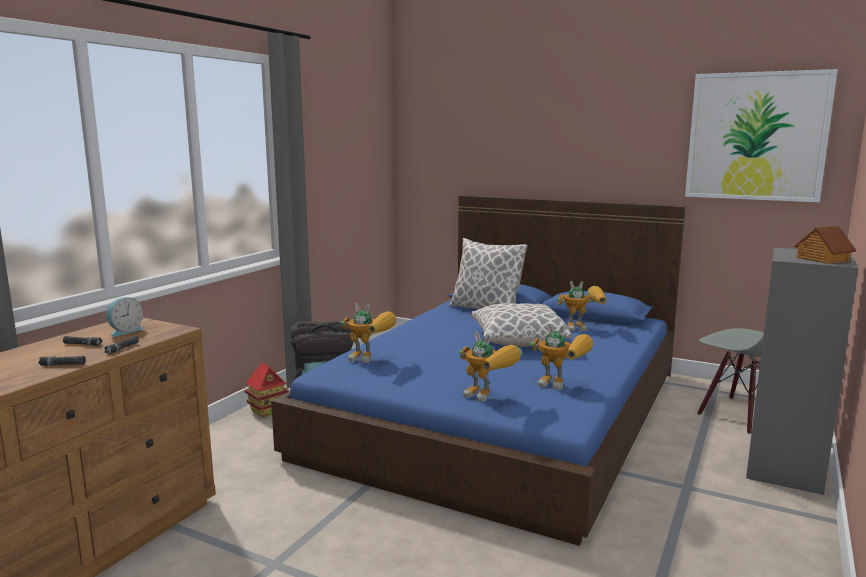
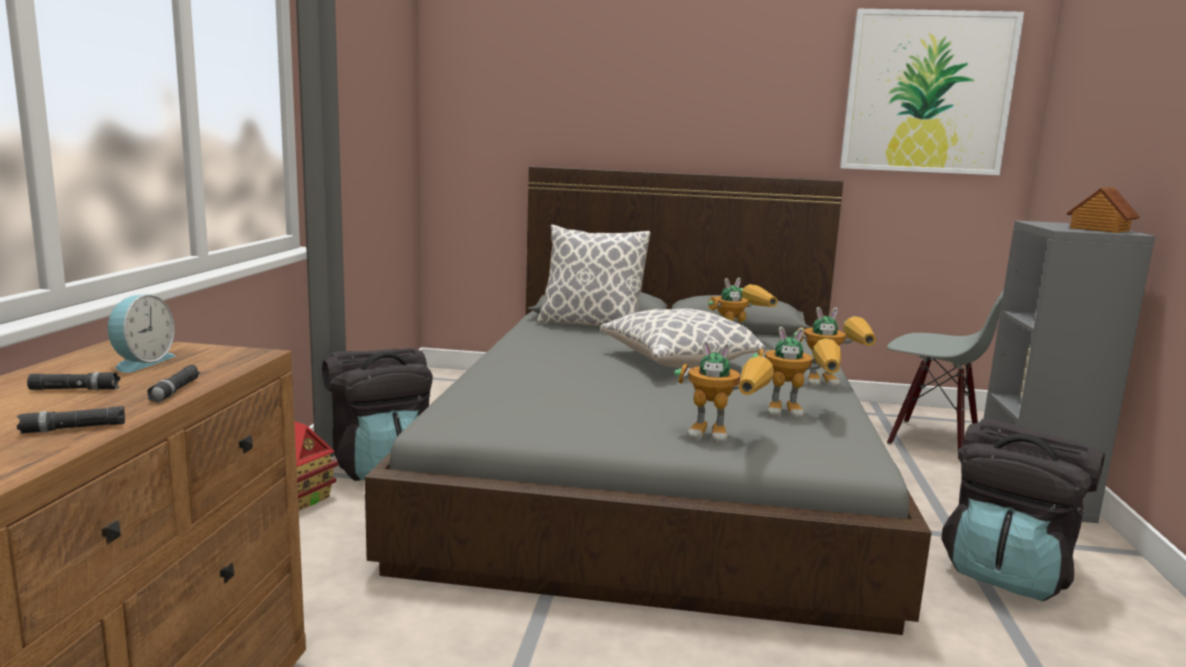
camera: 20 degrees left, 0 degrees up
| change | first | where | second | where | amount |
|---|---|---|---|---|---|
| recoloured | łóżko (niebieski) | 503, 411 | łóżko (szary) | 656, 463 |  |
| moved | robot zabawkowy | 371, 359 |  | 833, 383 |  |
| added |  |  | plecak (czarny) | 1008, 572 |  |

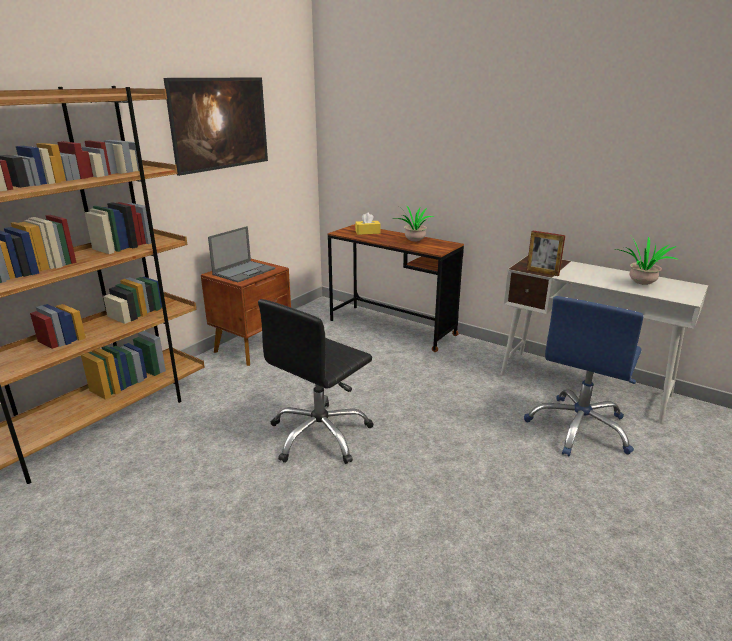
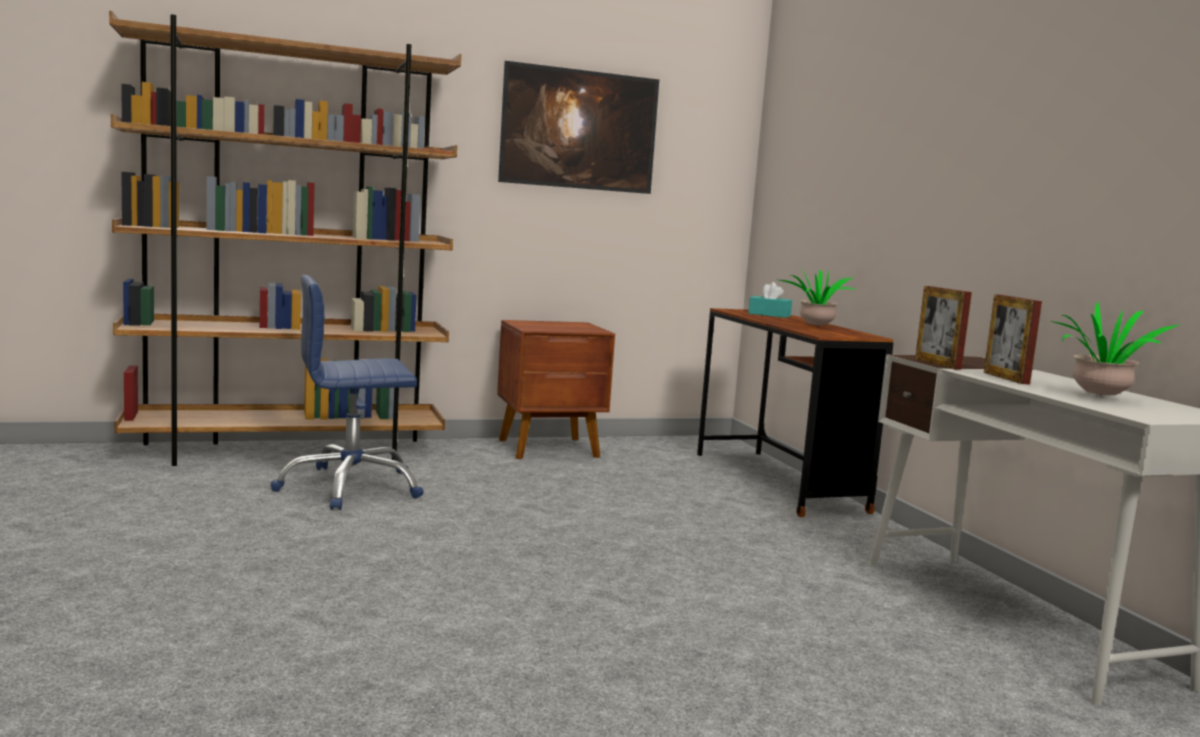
camera: 35 degrees right, 15 degrees down
| change | first | where | second | where | amount |
|---|---|---|---|---|---|
| recoloured | pudełko chusteczek (żółty) | 367, 232 | pudełko chusteczek (turkusowy) | 769, 315 |  |
| removed | laptop | 244, 271 |  |  |  |
| moved | krzesło biurowe (niebieski) | 579, 428 |  | 350, 487 |  |
| removed | krzesło biurowe (czarny) | 320, 435 |  |  |  |
| added |  |  | ramka na zdjęcie | 1006, 378 |  |

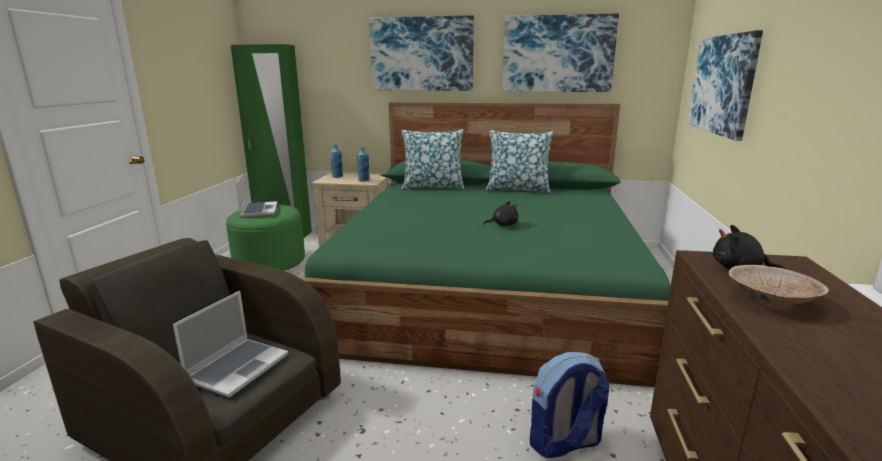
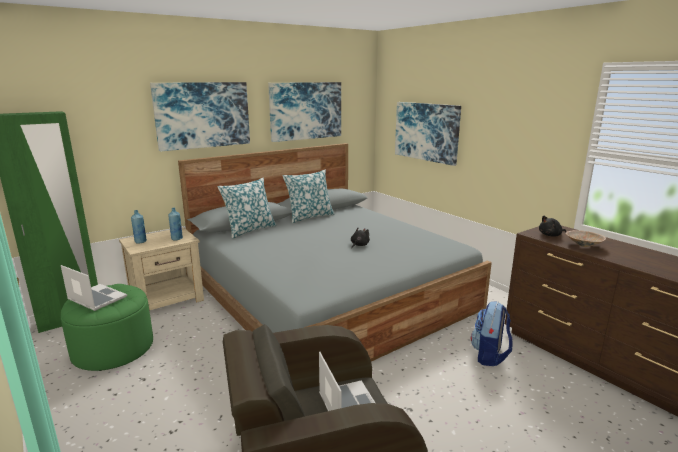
camera: 45 degrees left, 0 degrees up
| change | first | where | second | where | amount |
|---|---|---|---|---|---|
| recoloured | łóżko (zielony) | 488, 288 | łóżko (szary) | 329, 295 |  |

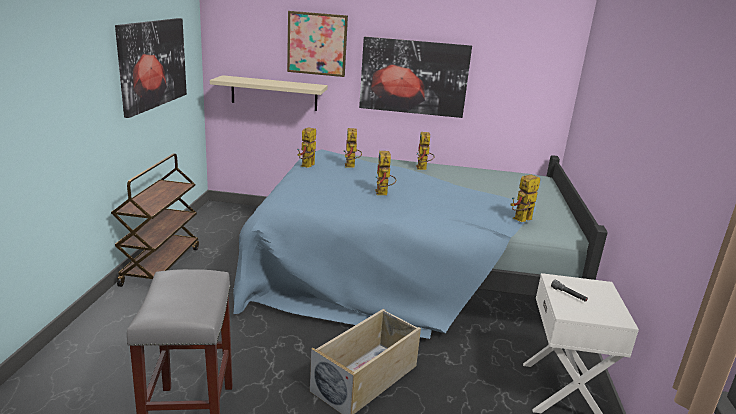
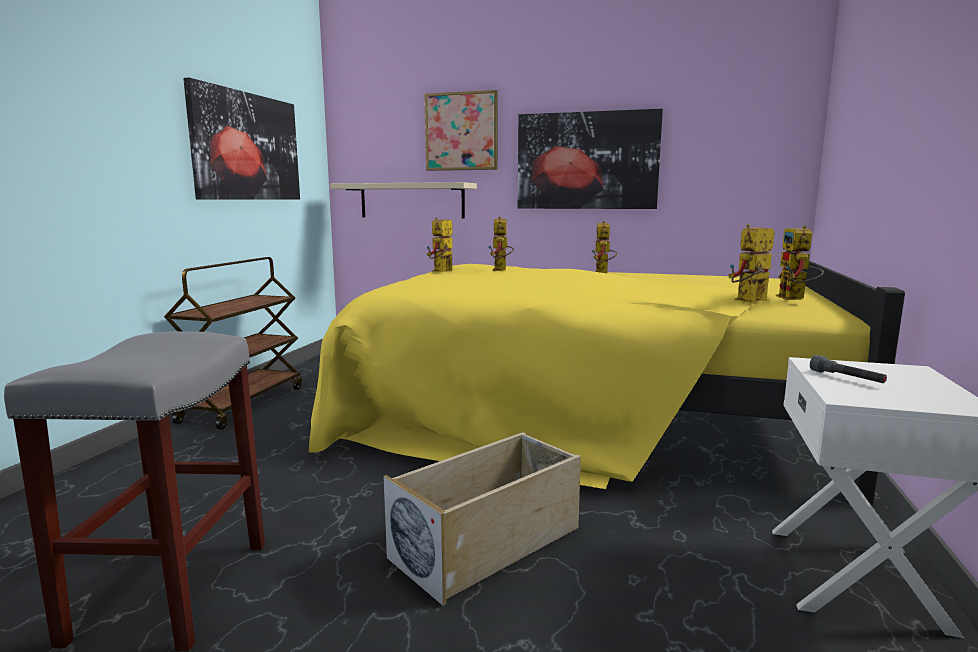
camera: 10 degrees right, 10 degrees down
| change | first | where | second | where | amount |
|---|---|---|---|---|---|
| recoloured | łóżko (niebieski) | 409, 270 | łóżko (żółty) | 586, 411 |  |
| moved | robot zabawkowy | 383, 194 |  | 795, 299 |  |

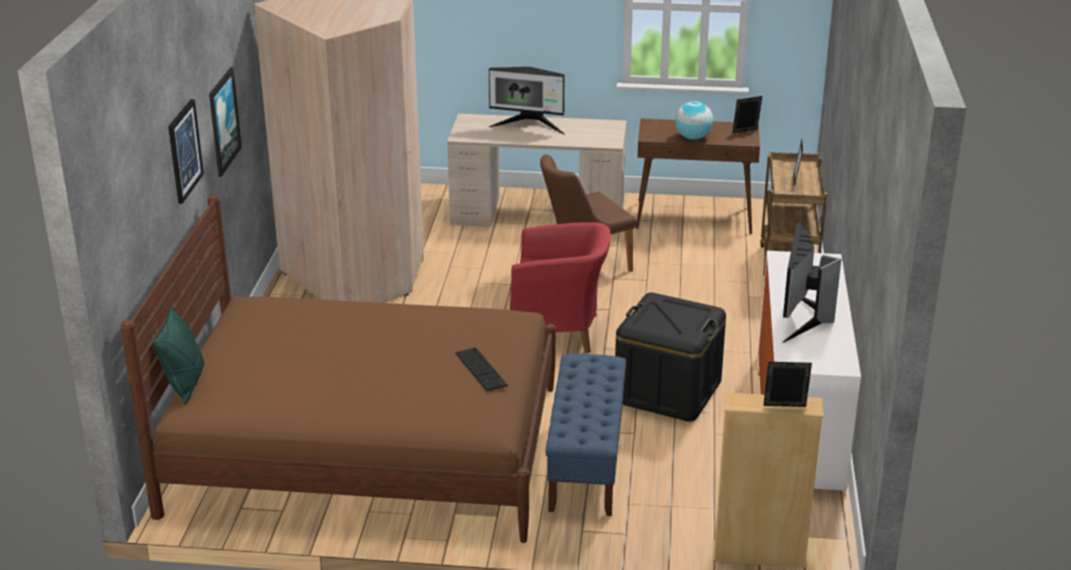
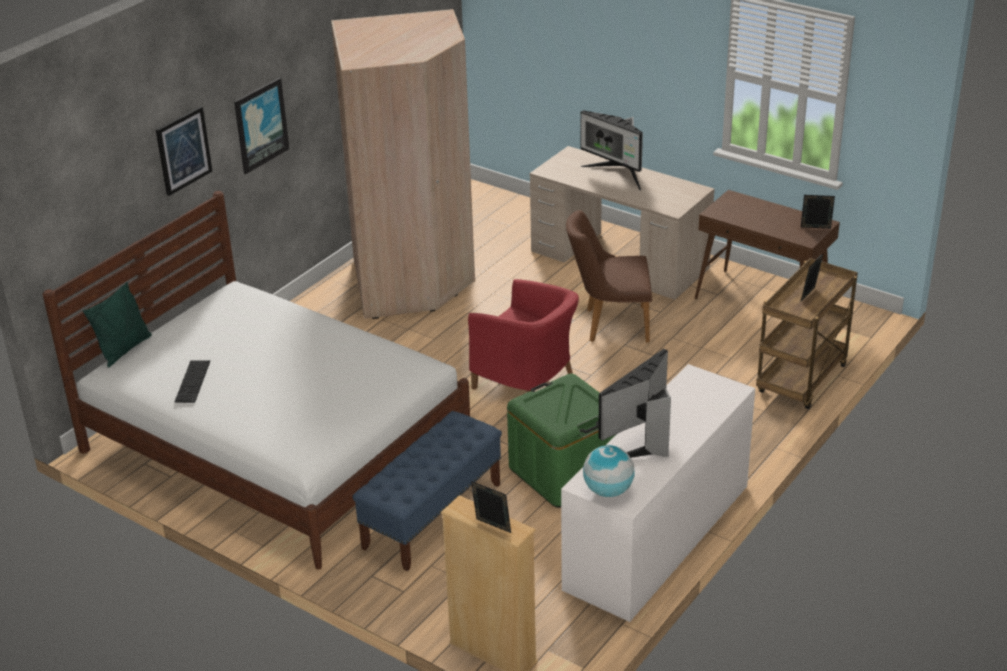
camera: 30 degrees right, 5 degrees up
| change | first | where | second | where | amount |
|---|---|---|---|---|---|
| moved | globus | 693, 138 |  | 608, 491 |  |
| recoloured | łóżko (brązowy) | 367, 449 | łóżko (biały) | 276, 444 |  |
| recoloured | pojemnik do przechowywania (czarny) | 667, 392 | pojemnik do przechowywania (zielony) | 565, 472 |  |
| moved | klawiatura | 481, 369 |  | 192, 381 |  |

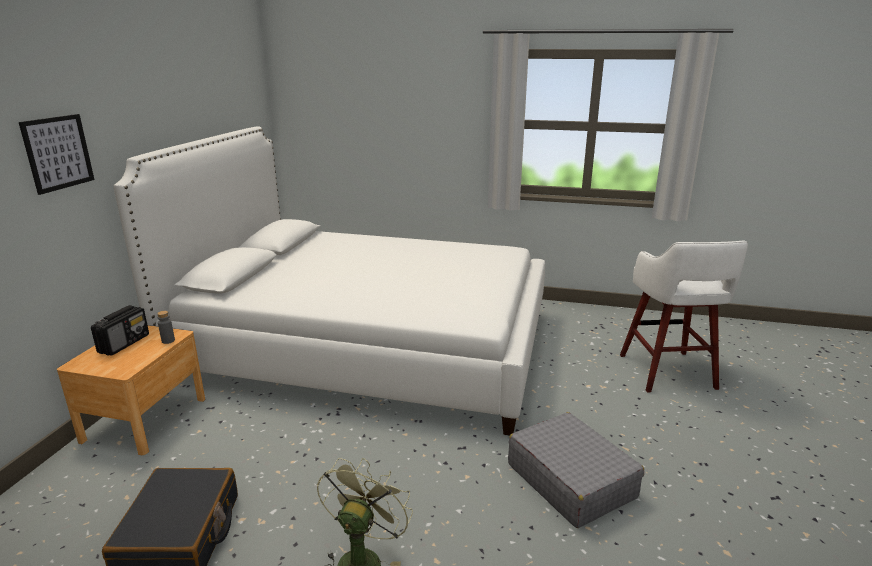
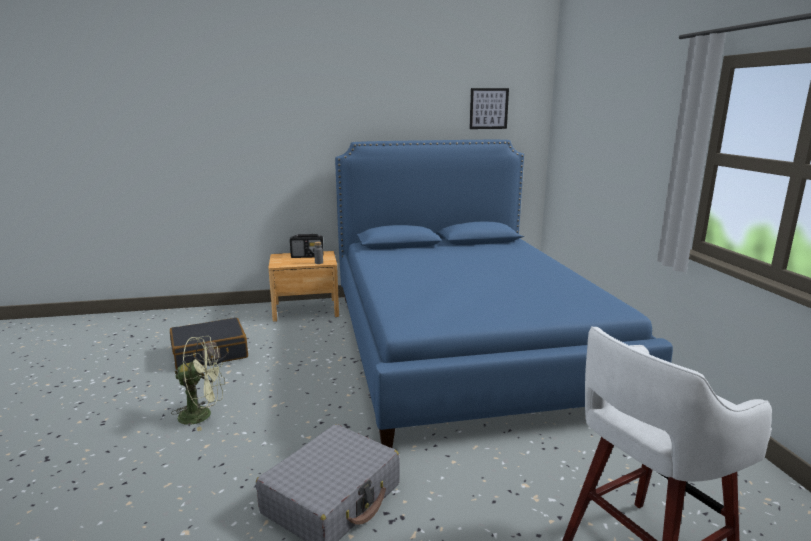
camera: 65 degrees right, 5 degrees down
| change | first | where | second | where | amount |
|---|---|---|---|---|---|
| moved | obraz | 58, 153 |  | 488, 108 |  |
| recoloured | łóżko (biały) | 368, 345 | łóżko (niebieski) | 464, 345 |  |

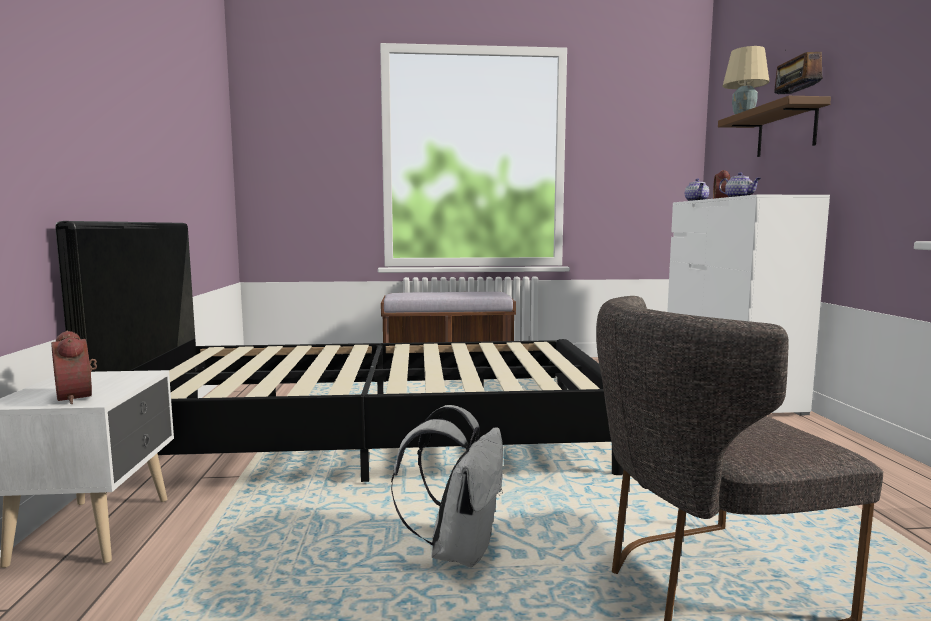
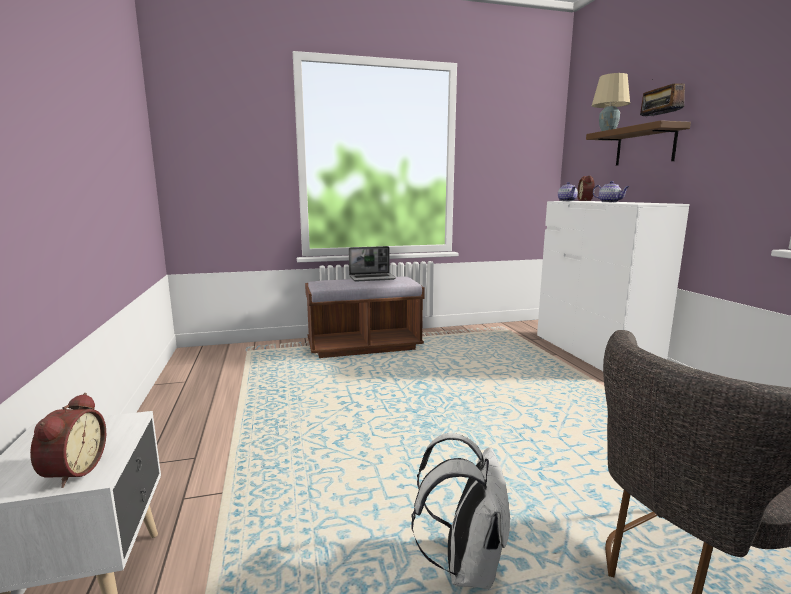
camera: 10 degrees left, 5 degrees up
| change | first | where | second | where | amount |
|---|---|---|---|---|---|
| removed | łóżko (czarny) | 374, 440 |  |  |  |
| turned | budzik | 79, 397 |  | 71, 471 | 135 degrees counterclockwise |
| added |  |  | laptop | 372, 278 |  |

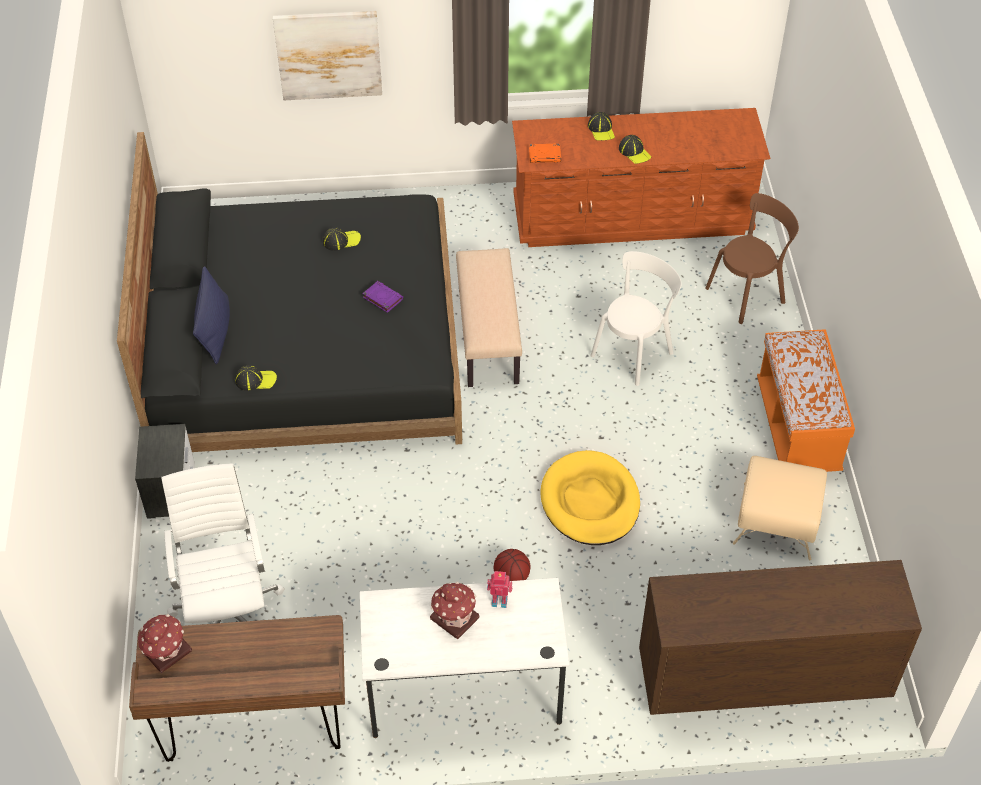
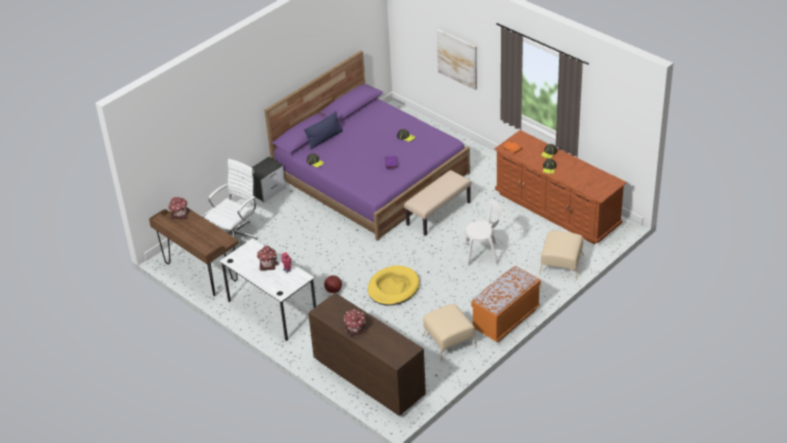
camera: 50 degrees right, 10 degrees down
| change | first | where | second | where | amount |
|---|---|---|---|---|---|
| recoloured | łóżko (czarny) | 305, 346 | łóżko (fioletowy) | 371, 176 |  |
| replaced | krzesło (brązowy) | 748, 293 | pufa (beżowy) | 561, 264 |  |
| added |  |  | domek | 355, 329 |  |

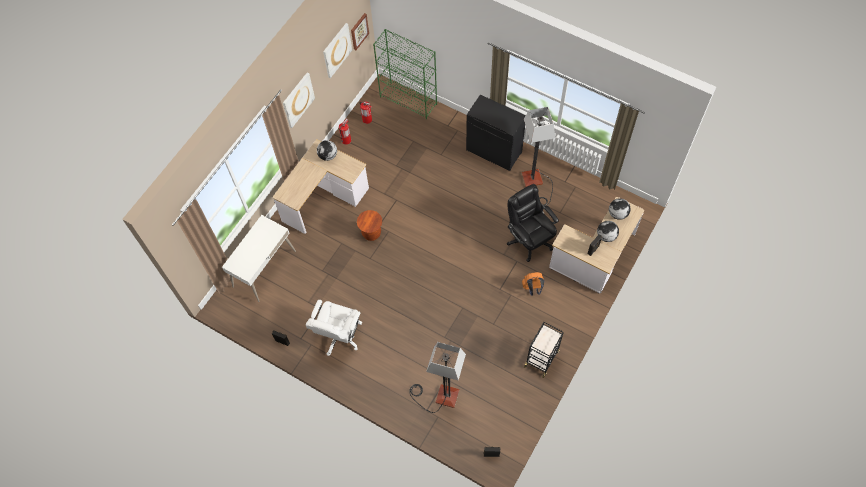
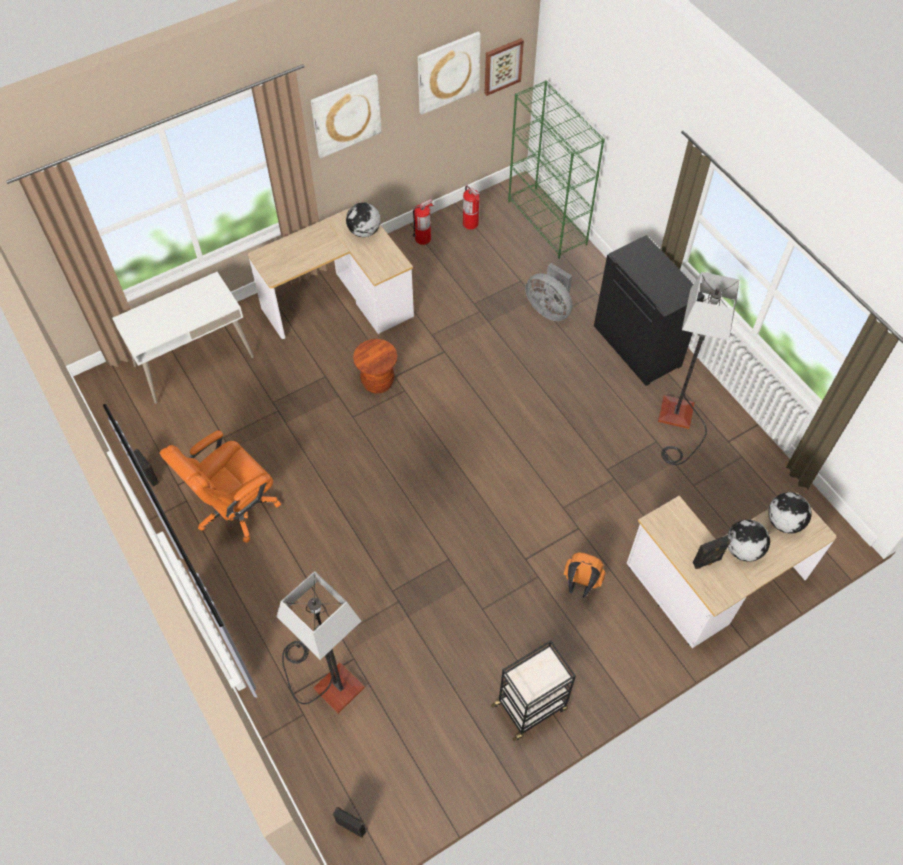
camera: 25 degrees right, 5 degrees down
| change | first | where | second | where | amount |
|---|---|---|---|---|---|
| removed | krzesło biurowe (czarny) | 529, 239 |  |  |  |
| recoloured | krzesło biurowe (biały) | 338, 335 | krzesło biurowe (pomarańczowy) | 234, 507 |  |
| added |  |  | wentylator (szary) | 549, 309 |  |

